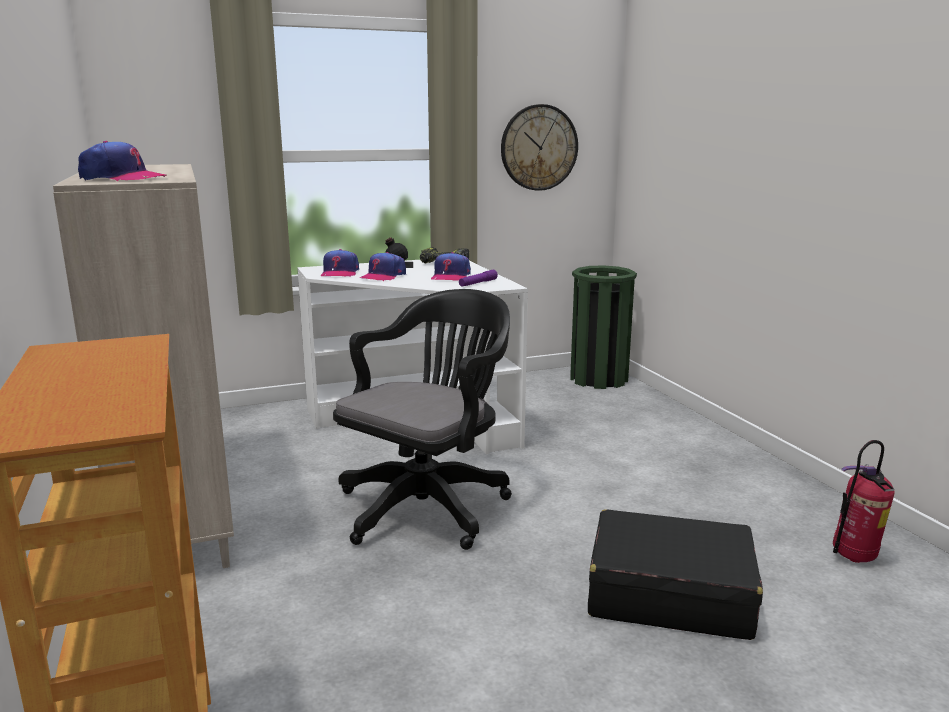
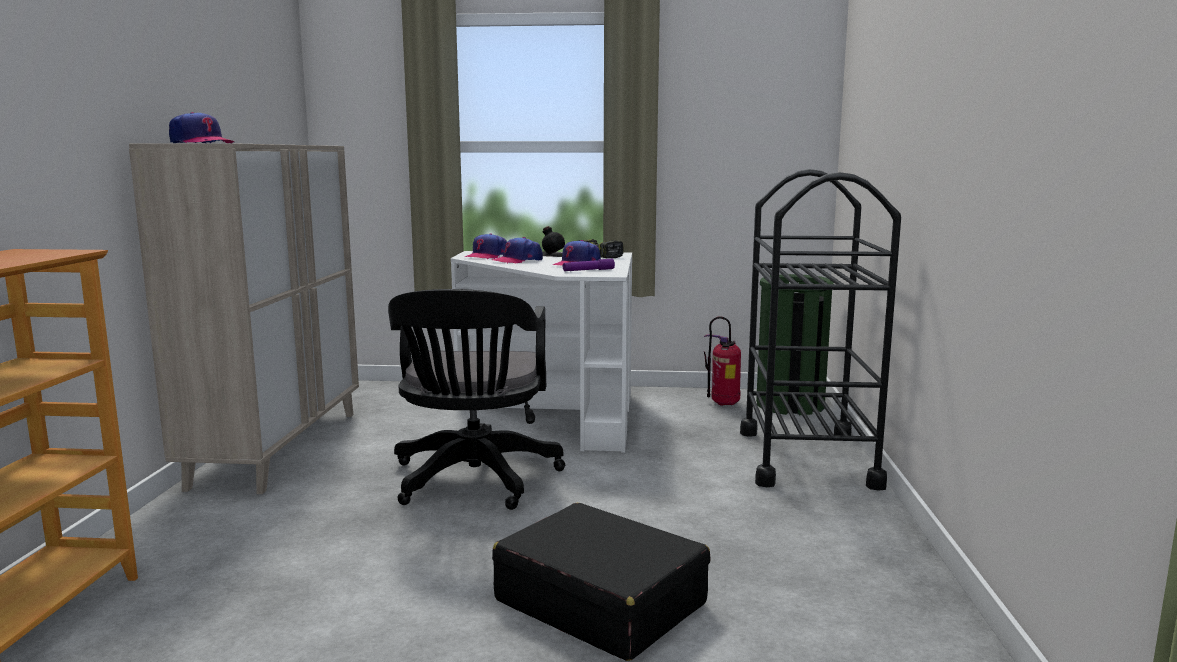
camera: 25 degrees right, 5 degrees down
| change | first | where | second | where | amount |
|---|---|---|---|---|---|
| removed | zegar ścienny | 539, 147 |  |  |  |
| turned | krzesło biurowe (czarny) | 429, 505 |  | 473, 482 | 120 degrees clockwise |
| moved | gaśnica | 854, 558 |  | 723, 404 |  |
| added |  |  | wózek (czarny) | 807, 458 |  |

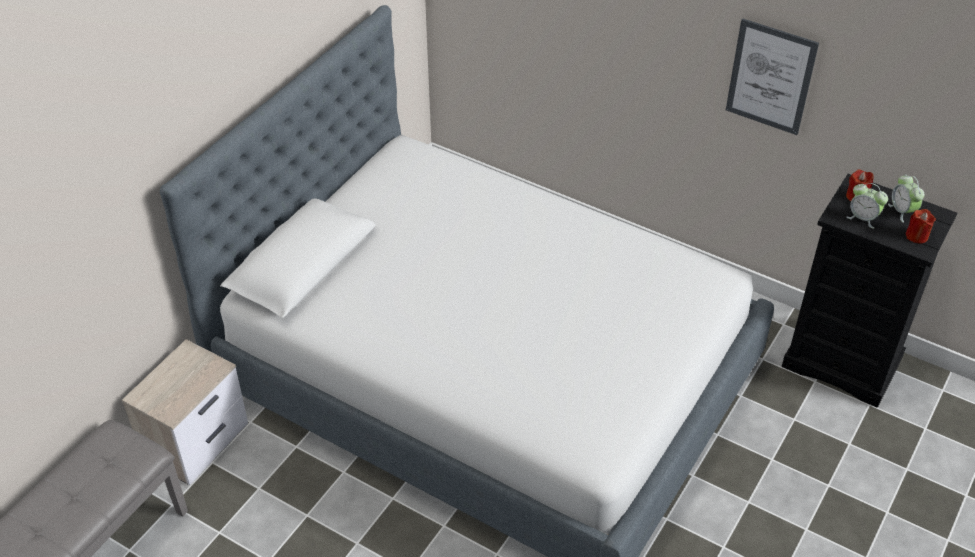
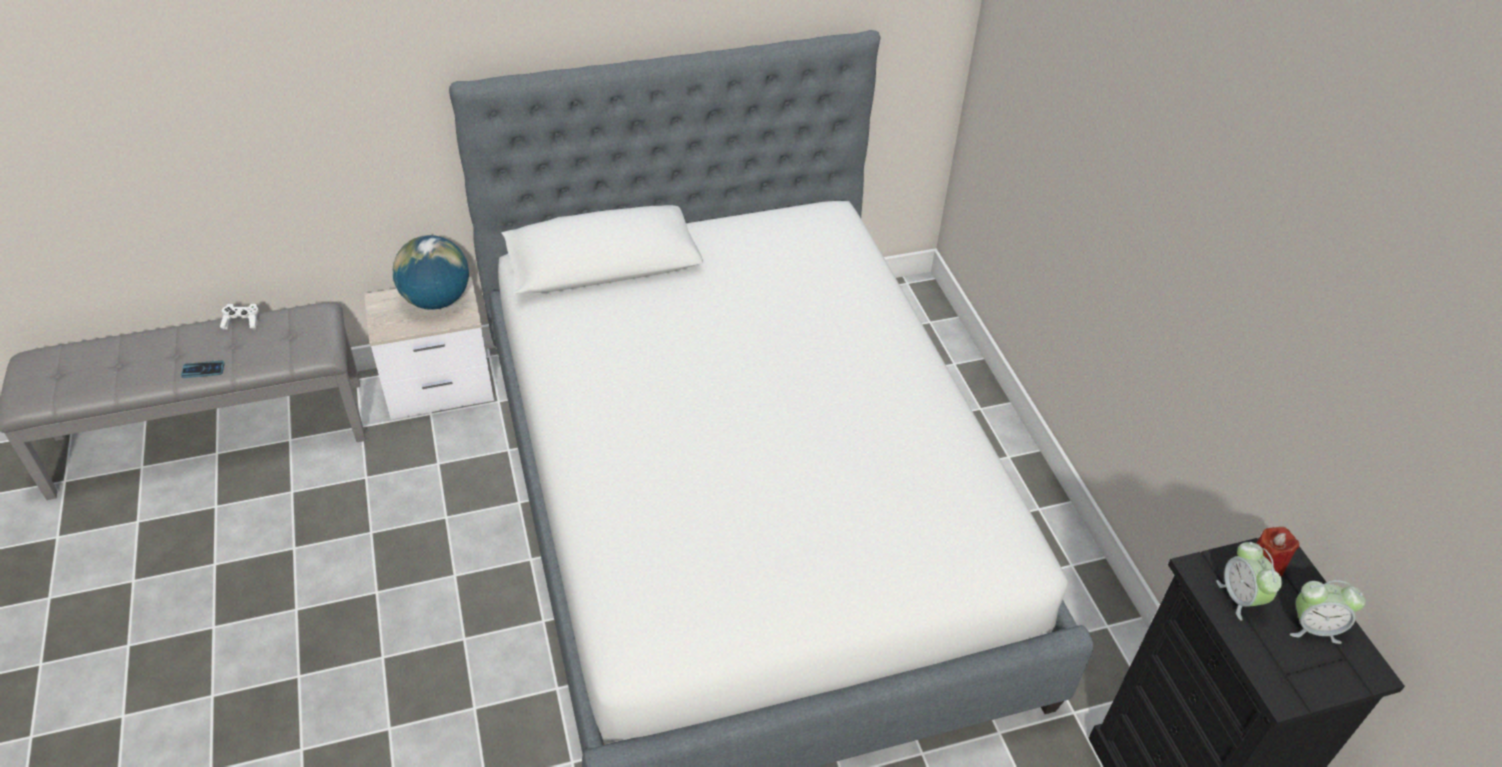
camera: 40 degrees right, 0 degrees up
| change | first | where | second | where | amount |
|---|---|---|---|---|---|
| removed | obraz | 770, 77 |  |  |  |
| turned | budzik | 902, 211 |  | 1313, 627 | 105 degrees counterclockwise |
| removed | świeca (czerwony) | 916, 236 |  |  |  |
| added |  |  | globus | 436, 300 |  |
| added |  |  | pad do gier (biały) | 242, 322 |  |
| added |  |  | telefon | 203, 370 |  |

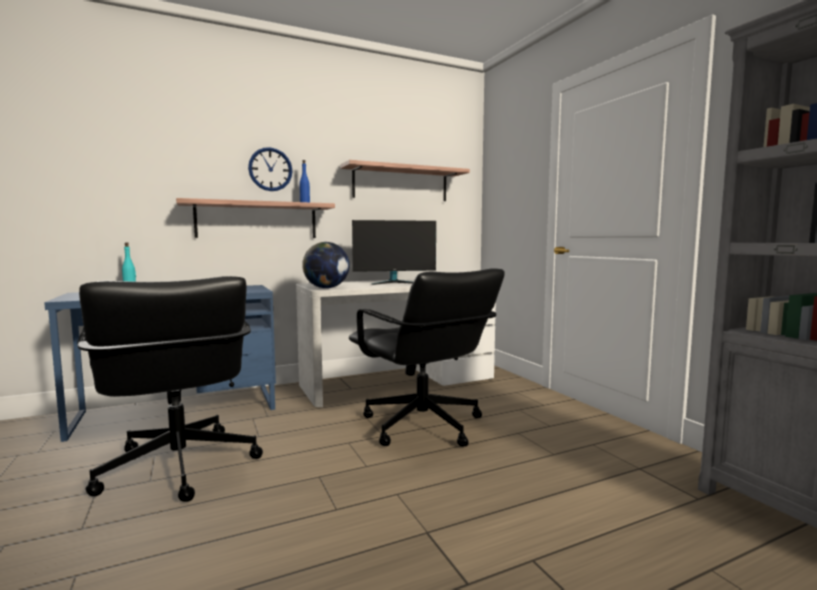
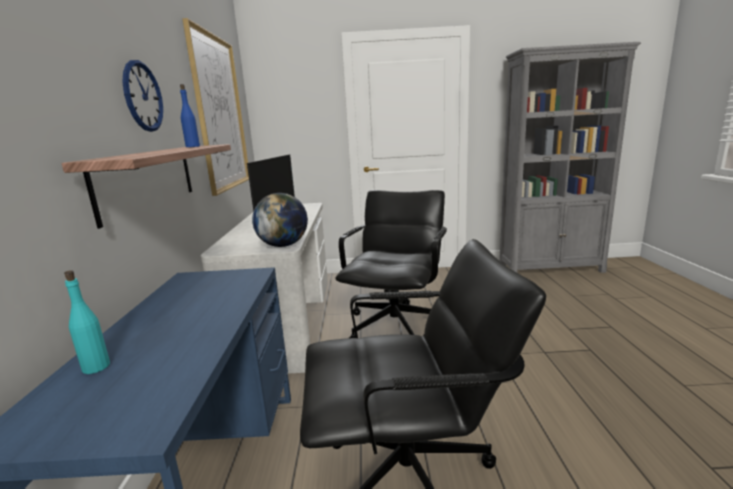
camera: 65 degrees left, 10 degrees up
| change | first | where | second | where | amount |
|---|---|---|---|---|---|
| replaced | półka | 400, 184 | obraz | 220, 114 |  |
| turned | krzesło biurowe (czarny) | 422, 426 |  | 396, 326 | 60 degrees counterclockwise |

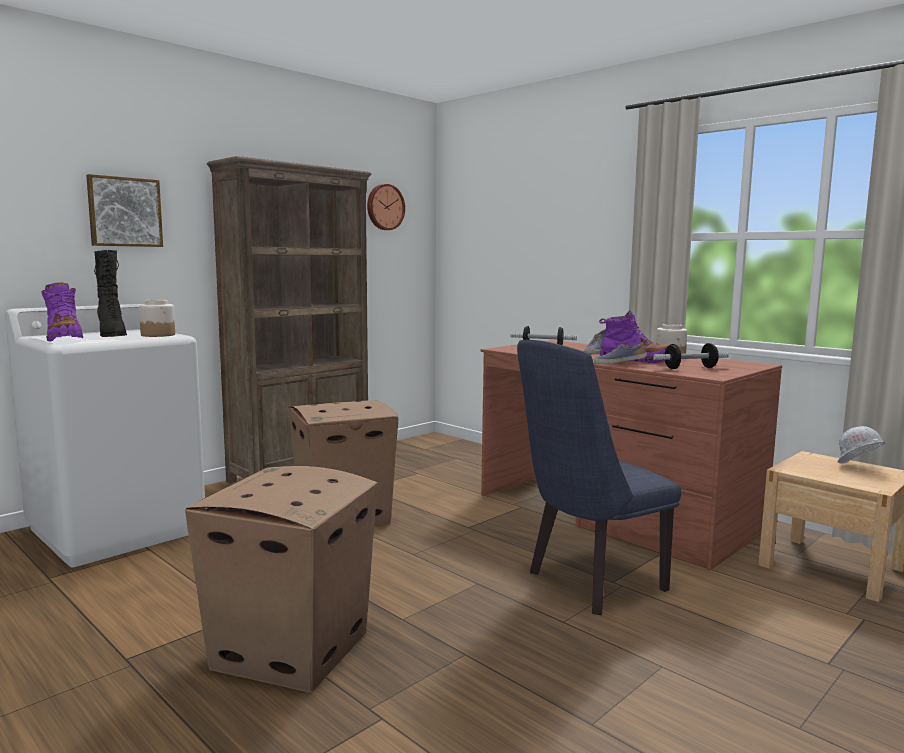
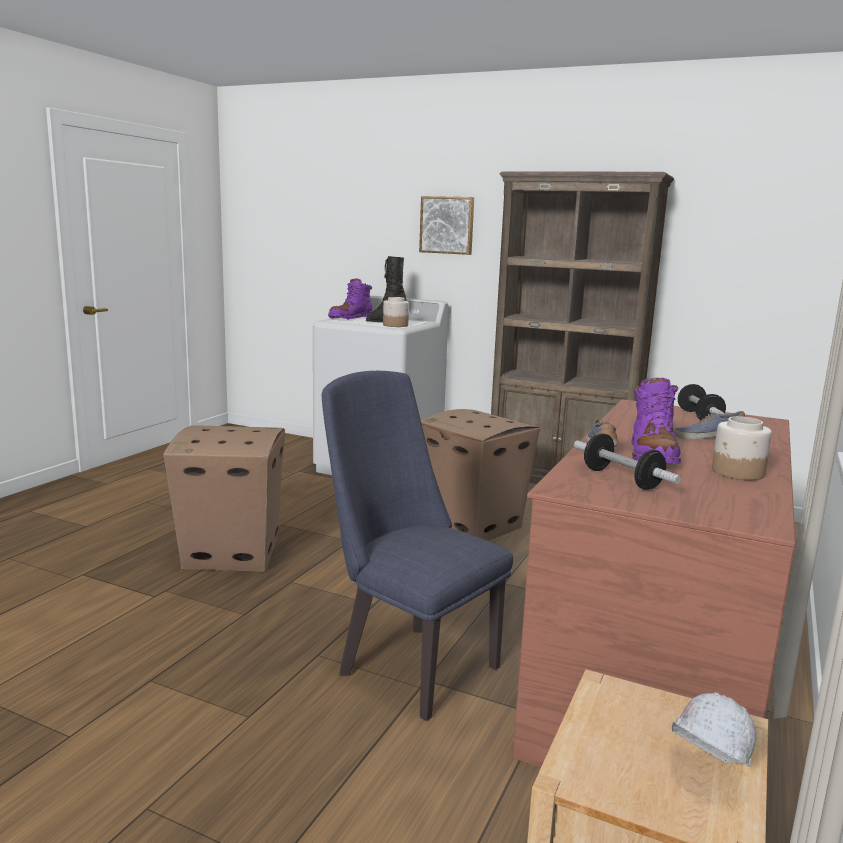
camera: 70 degrees right, 5 degrees up
| change | first | where | second | where | amount |
|---|---|---|---|---|---|
| removed | zegar ścienny | 384, 207 |  |  |  |

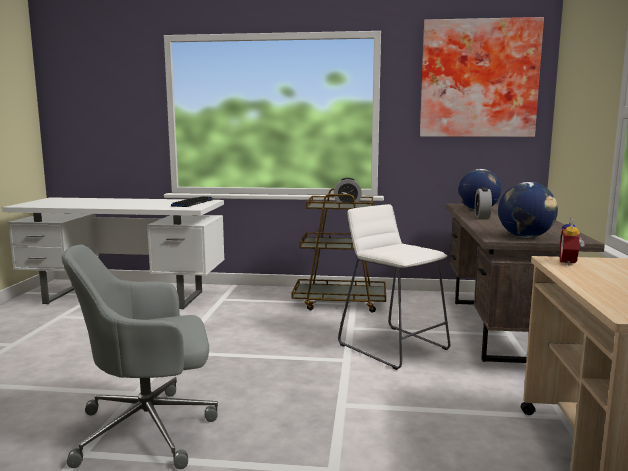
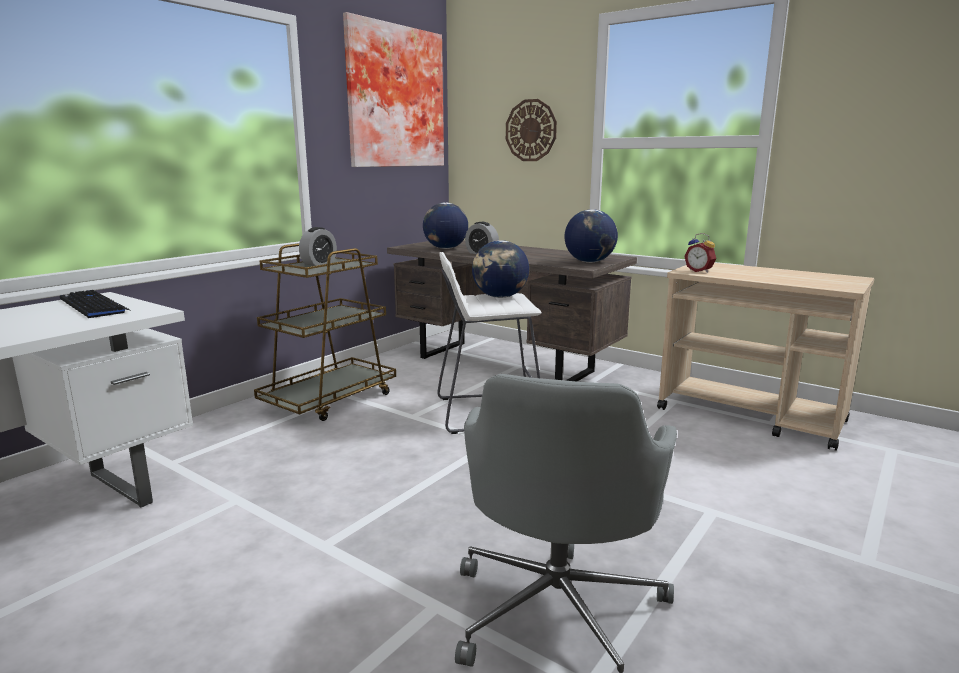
camera: 60 degrees left, 5 degrees up
| change | first | where | second | where | amount |
|---|---|---|---|---|---|
| added |  |  | zegar ścienny | 531, 130 |  |
| added |  |  | globus | 500, 297 |  |

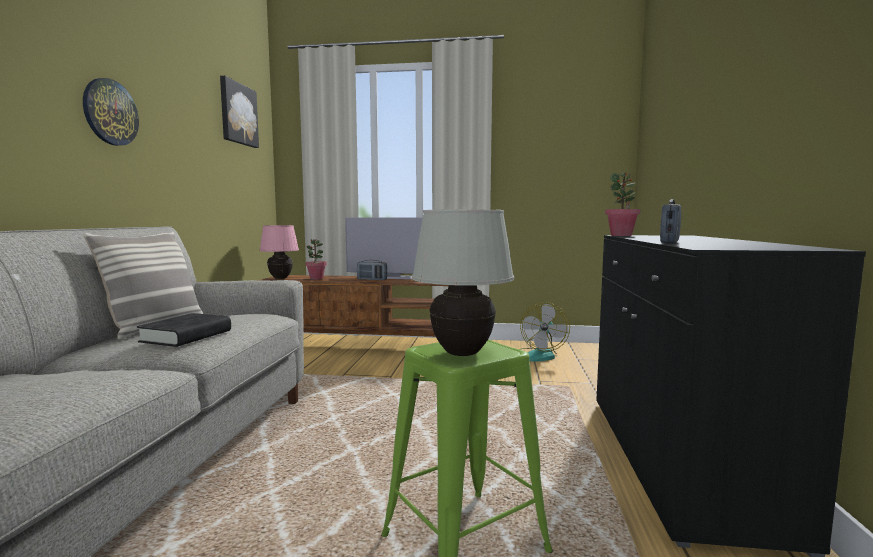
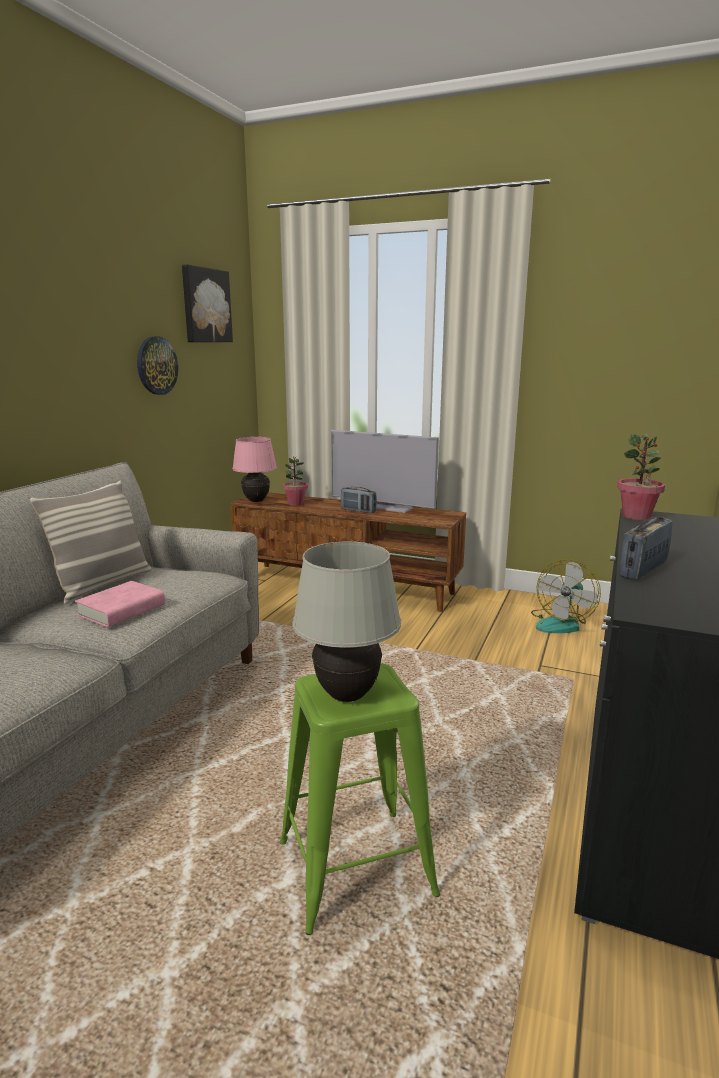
camera: 15 degrees right, 10 degrees up
| change | first | where | second | where | amount |
|---|---|---|---|---|---|
| moved | zegar ścienny | 110, 112 |  | 156, 365 |  |
| recoloured | książka (czarny) | 187, 336 | książka (różowy) | 122, 610 |  |

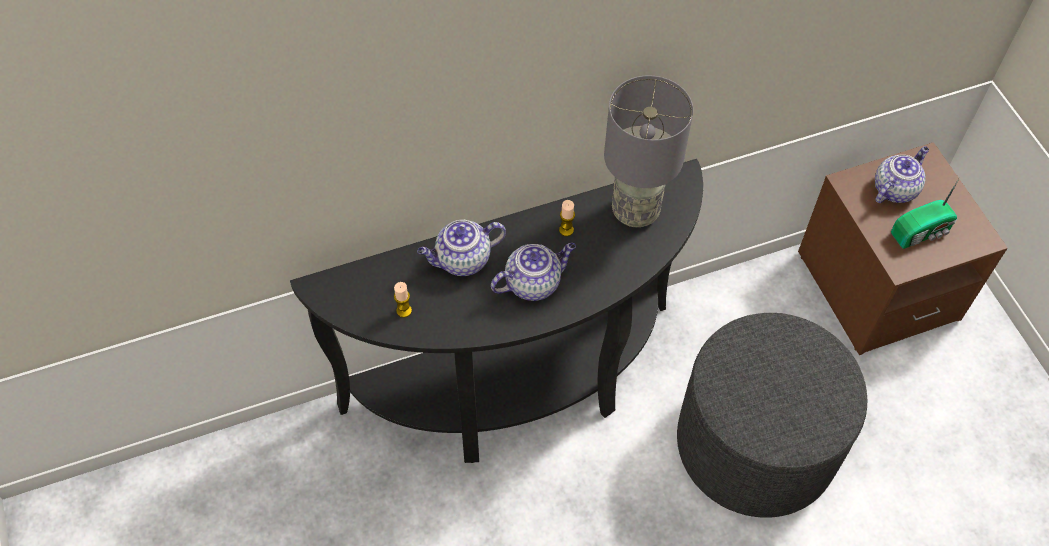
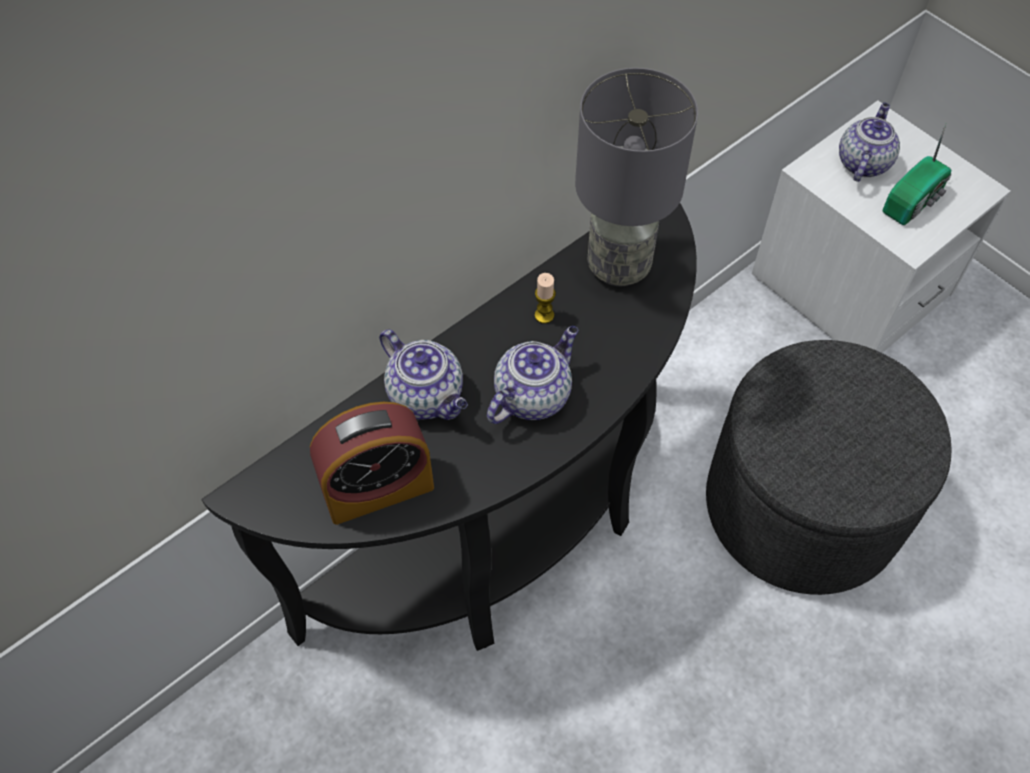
camera: 20 degrees left, 0 degrees up
| change | first | where | second | where | amount |
|---|---|---|---|---|---|
| recoloured | szafka nocna (brązowy) | 877, 286 | szafka nocna (biały) | 850, 285 |  |
| turned | imbryk | 462, 260 |  | 427, 396 | 90 degrees counterclockwise |
| replaced | świeca | 404, 310 | budzik | 377, 488 |  |

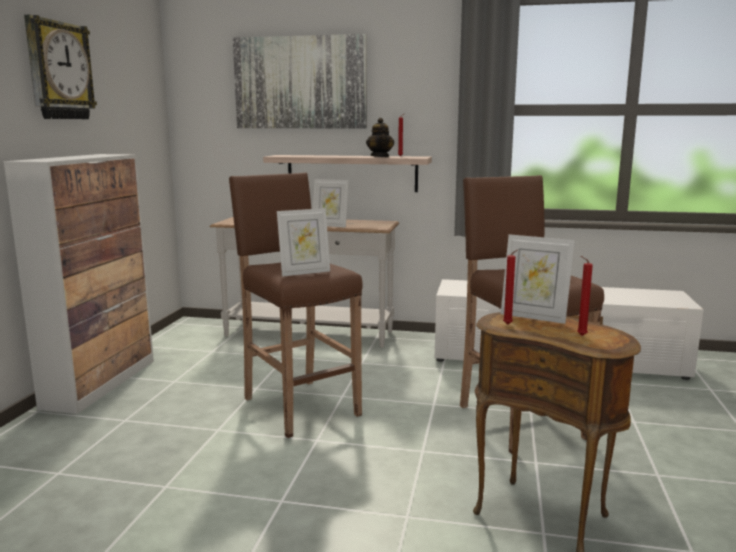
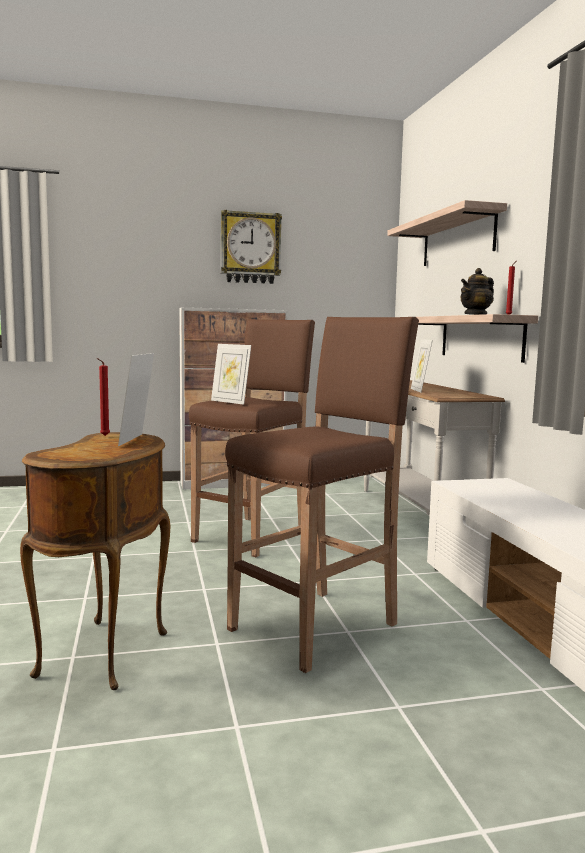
camera: 65 degrees right, 5 degrees down
| change | first | where | second | where | amount |
|---|---|---|---|---|---|
| replaced | obraz | 300, 83 | półka | 457, 239 |  |
| removed | świeca (czerwony) | 580, 335 |  |  |  |

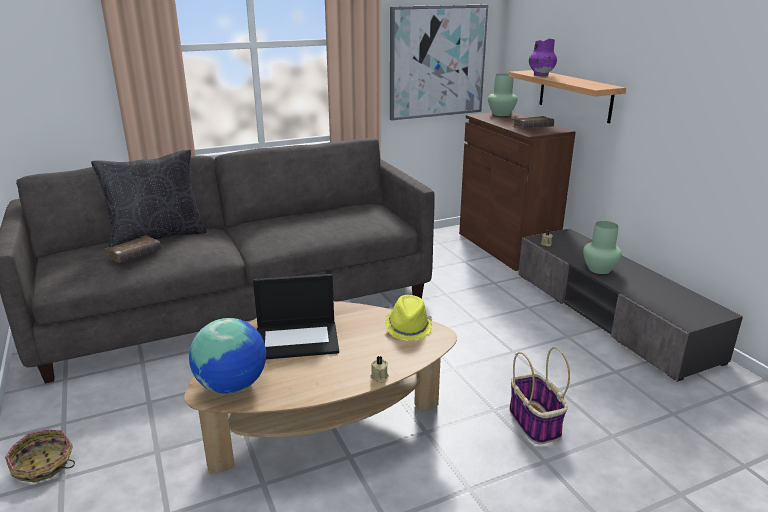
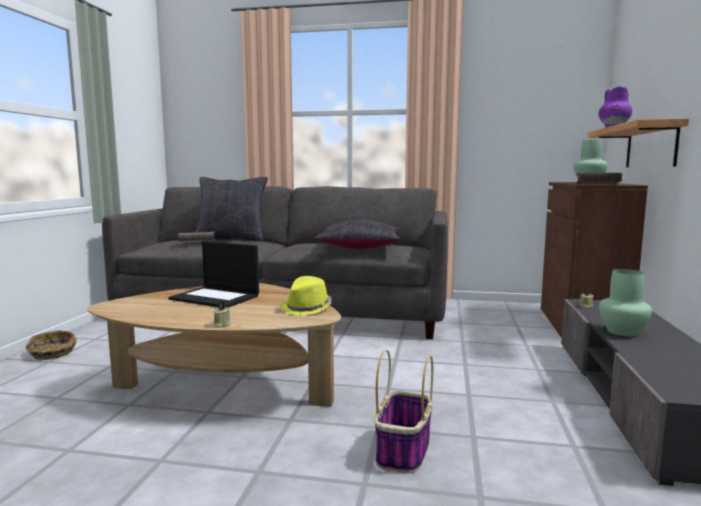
camera: 35 degrees right, 15 degrees down
| change | first | where | second | where | amount |
|---|---|---|---|---|---|
| removed | obraz | 437, 62 |  |  |  |
| removed | globus | 232, 386 |  |  |  |
| added |  |  | poduszka (czarny) | 360, 247 |  |

